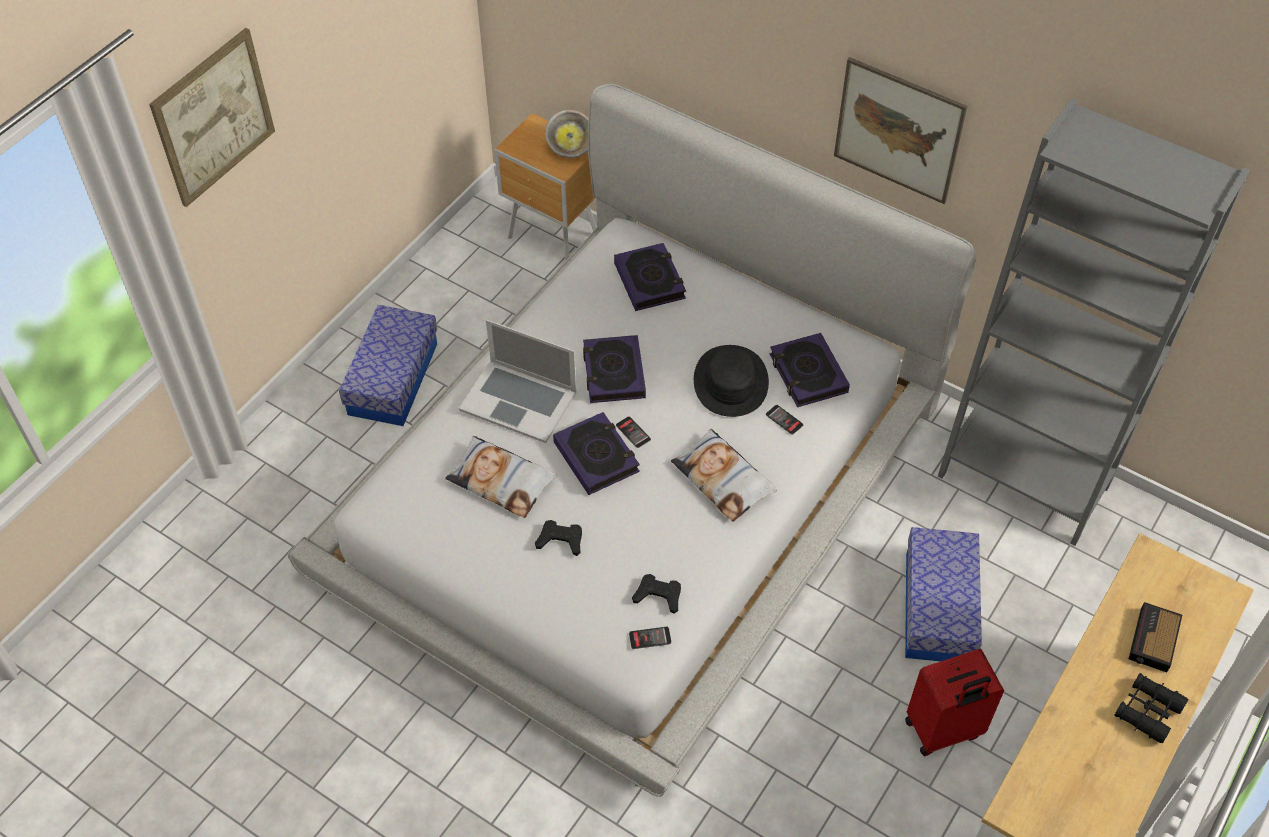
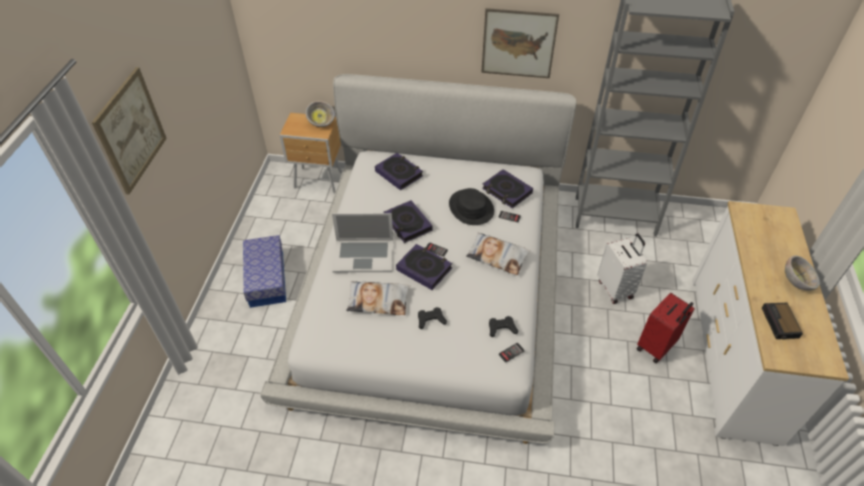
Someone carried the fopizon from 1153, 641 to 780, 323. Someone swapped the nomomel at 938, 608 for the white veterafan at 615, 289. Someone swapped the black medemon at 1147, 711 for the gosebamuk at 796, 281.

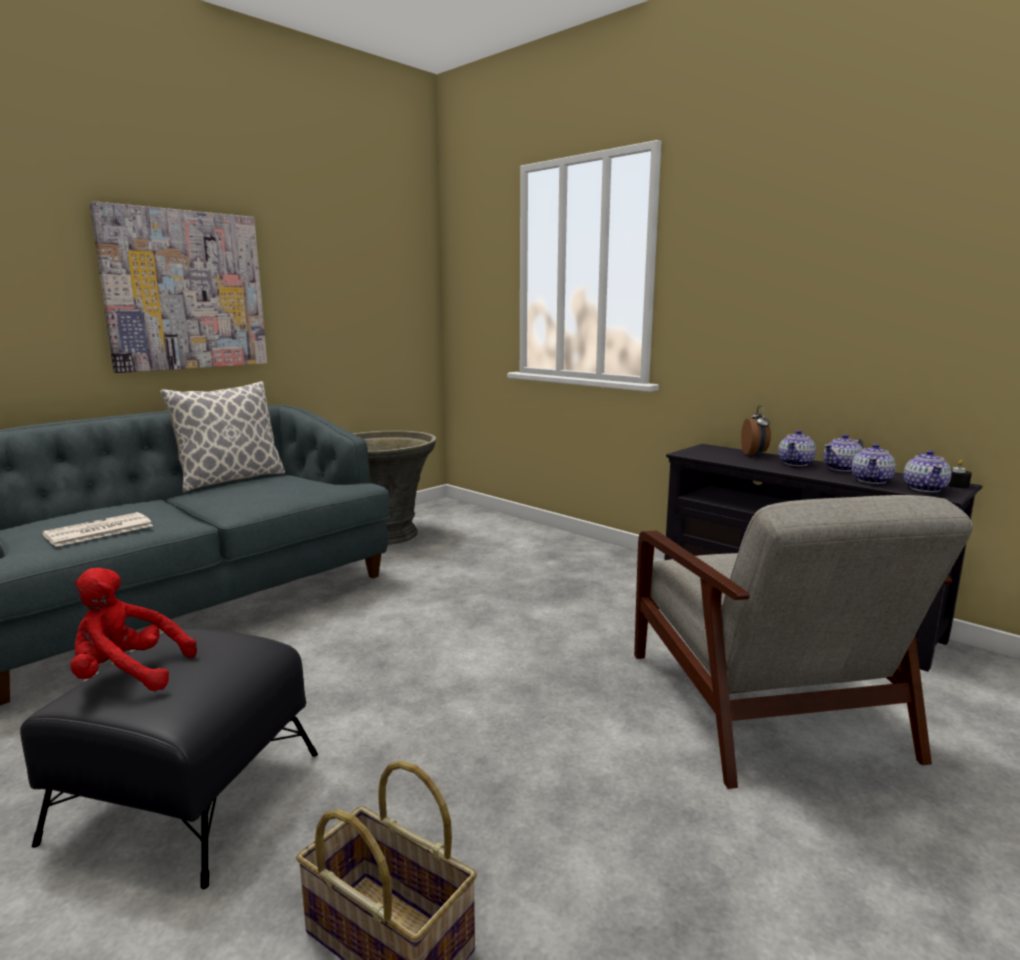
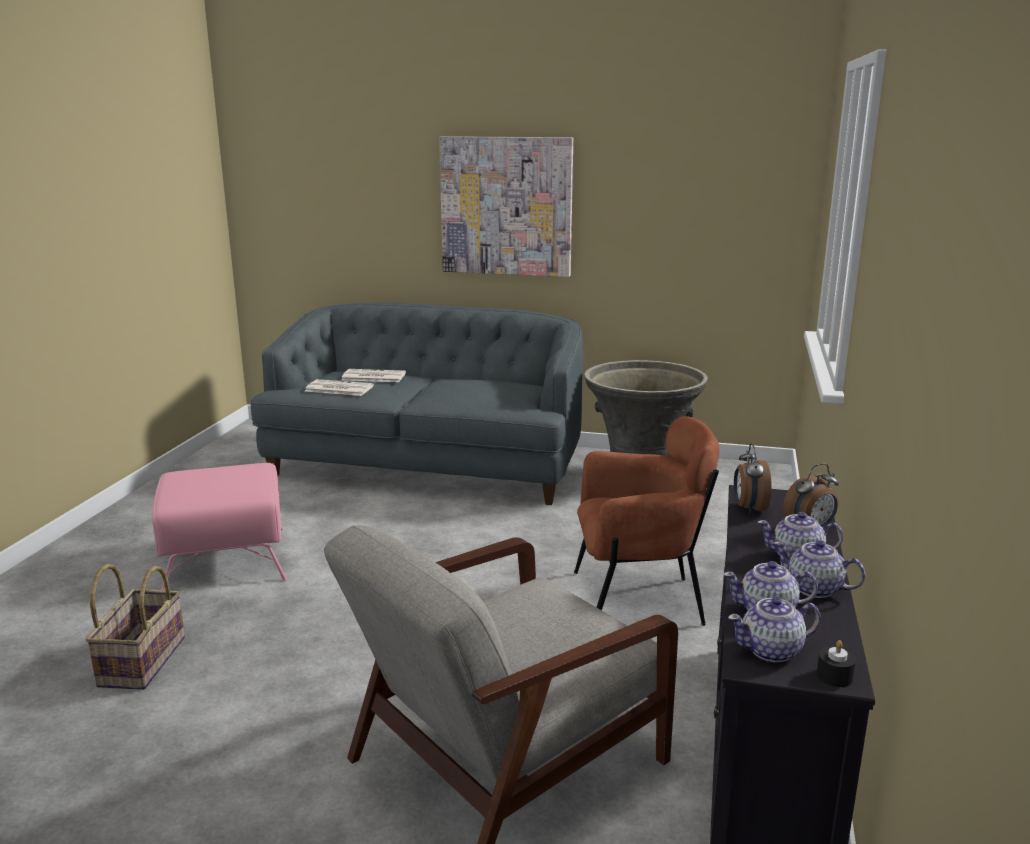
Someone took away the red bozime at 128, 675. Someone took away the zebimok at 230, 480. Someone put down the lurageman at 372, 377. Someone put down the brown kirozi at 637, 602. Someone put down the fopizon at 748, 508. Someone repainted the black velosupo at 190, 794, which became the pink velosupo at 227, 560.

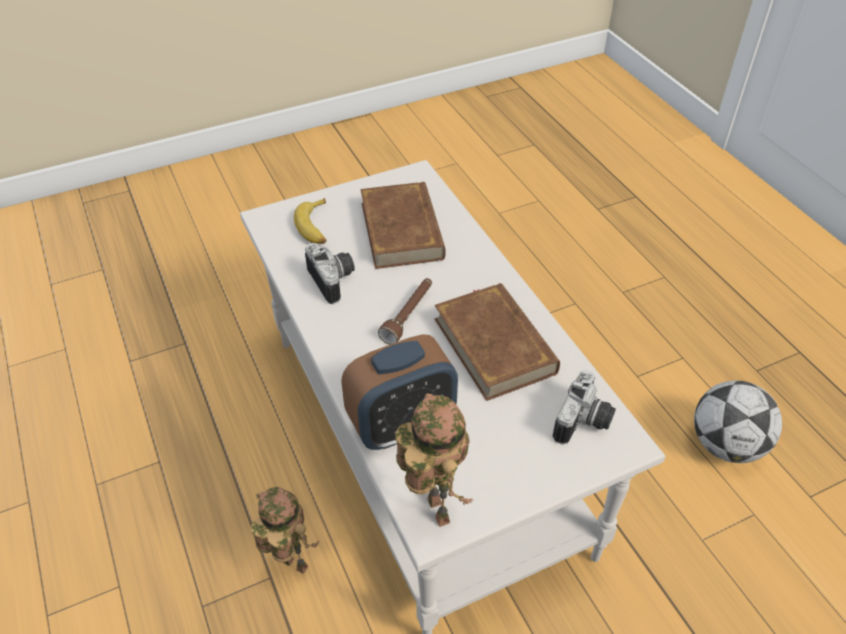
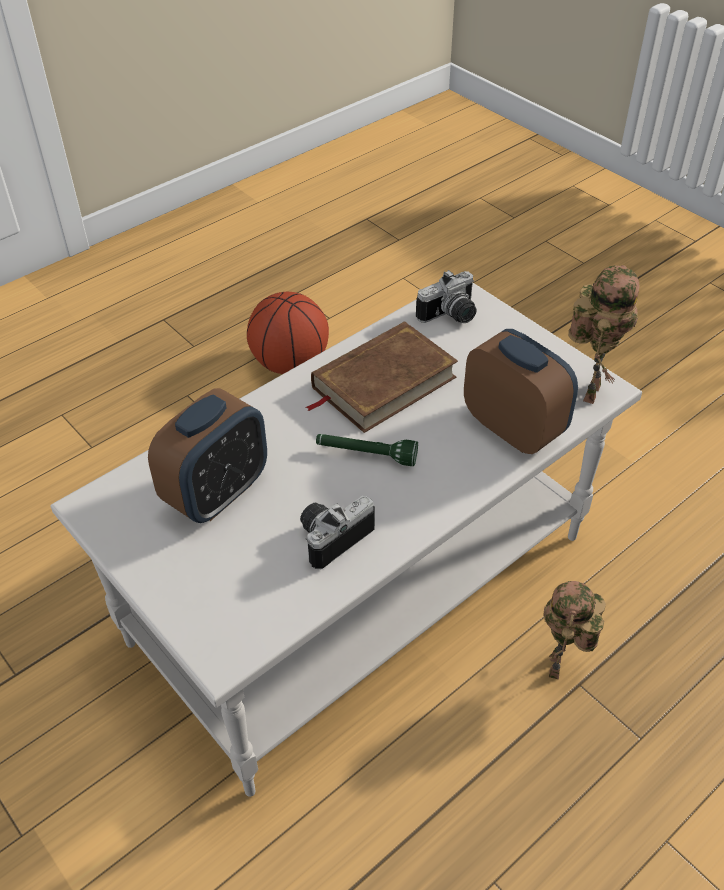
Someone took away the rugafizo at 315, 227. Someone swapped the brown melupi at 402, 230 for the fopizon at 217, 493. Someone swapped the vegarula at 725, 444 for the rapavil at 290, 364. Someone repainted the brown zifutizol at 408, 315, which became the green zifutizol at 366, 455. Someone rotated the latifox at 433, 510 by 150 degrees clockwise. Someone rotated the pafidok at 584, 423 by 135 degrees clockwise.

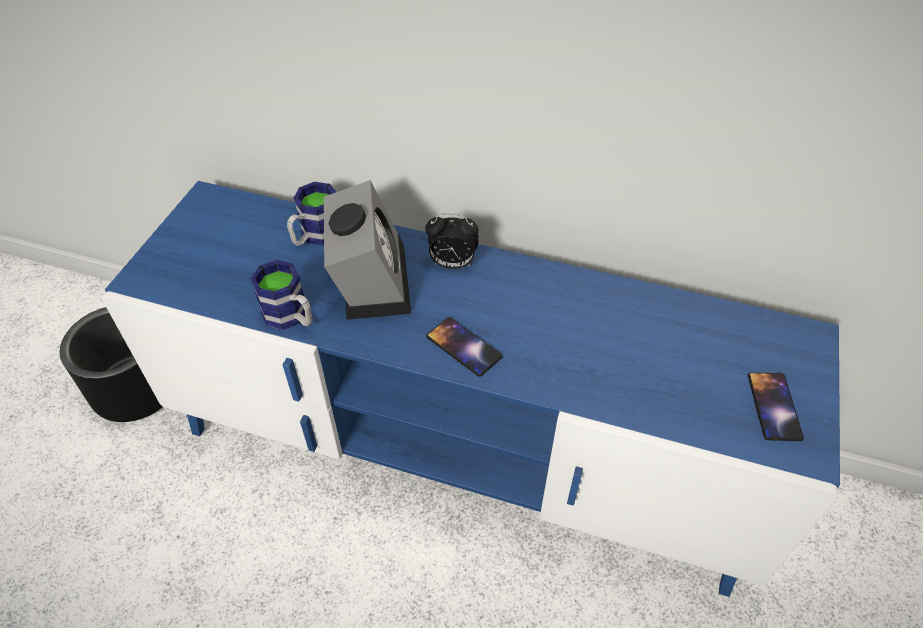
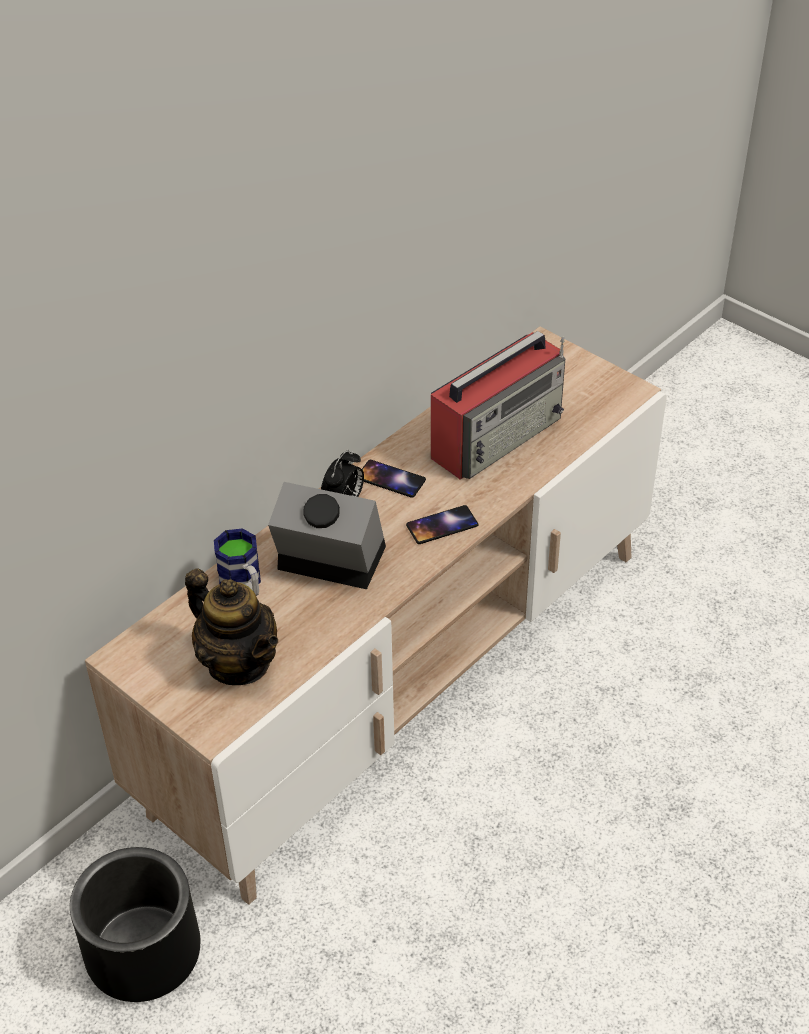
Someone took away the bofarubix at 291, 317. Someone put down the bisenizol at 238, 663. Someone put down the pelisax at 498, 436. Someone carried the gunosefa from 773, 406 to 391, 479. Someone repainted the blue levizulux at 461, 450, which became the beige levizulux at 406, 677.

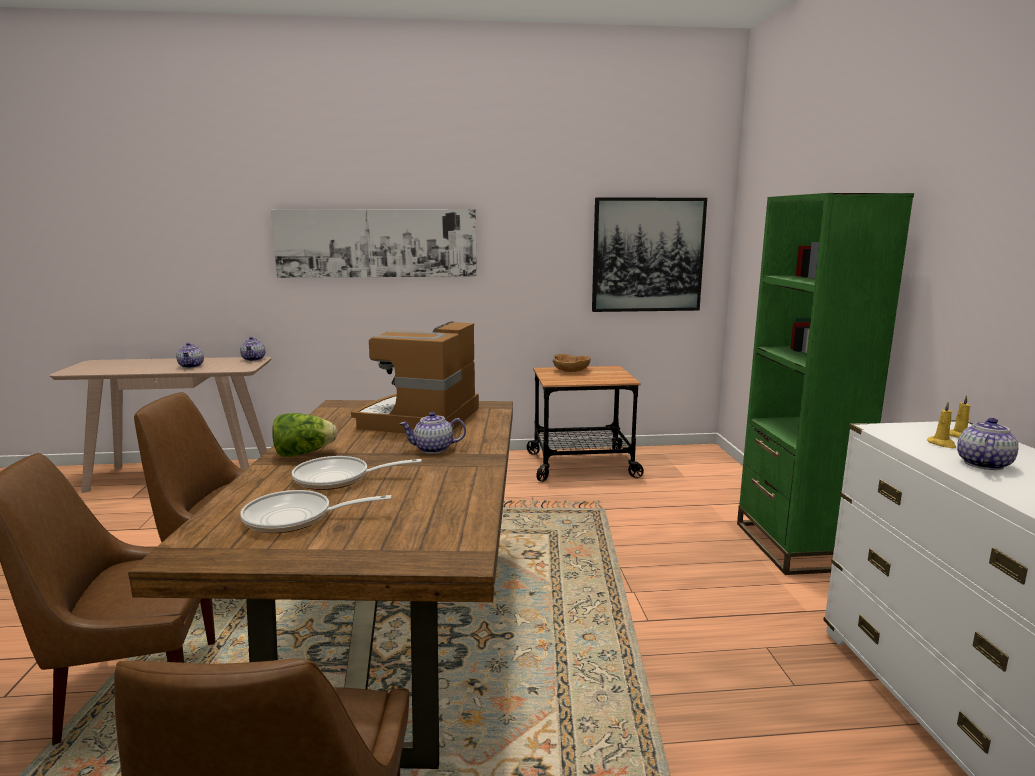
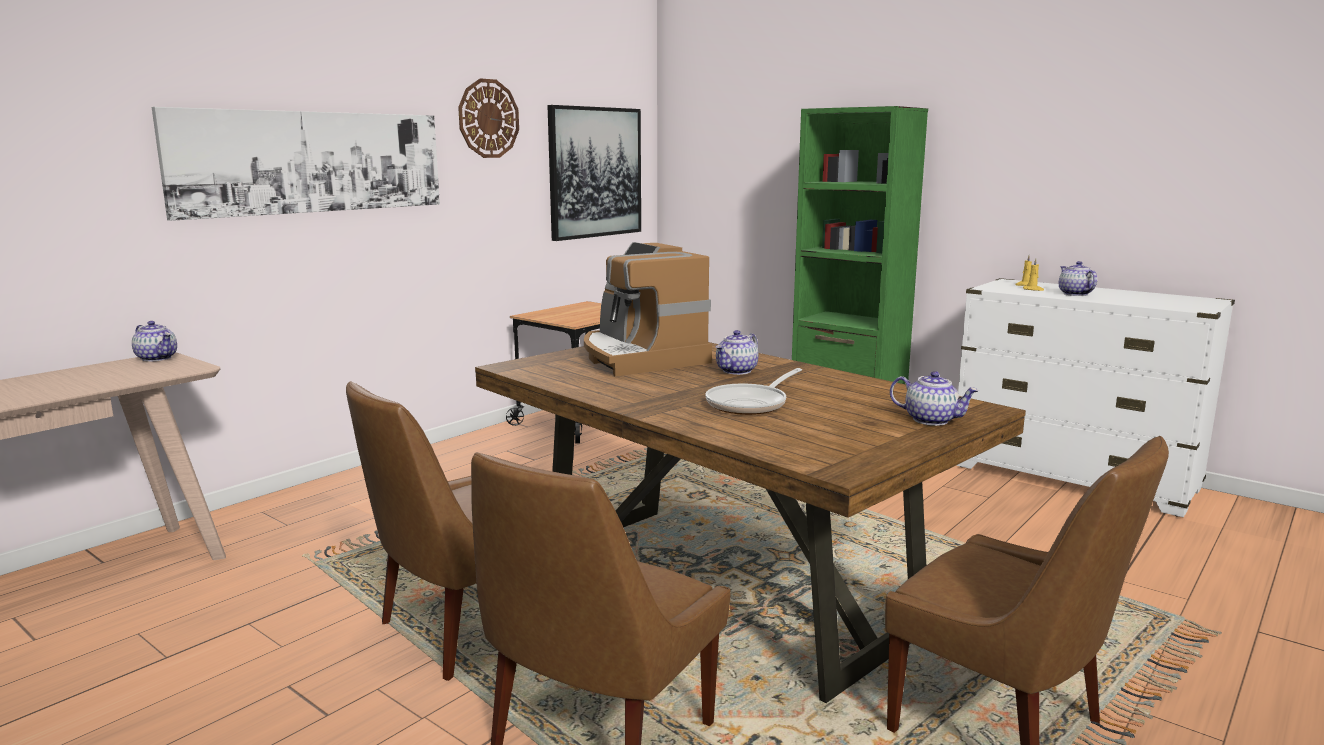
Someone took away the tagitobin at 295, 518. Someone took away the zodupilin at 303, 454. Someone took away the brown gosebamuk at 571, 370. Someone put up the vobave at 488, 118. Someone carried the bisenizol from 191, 366 to 931, 420.

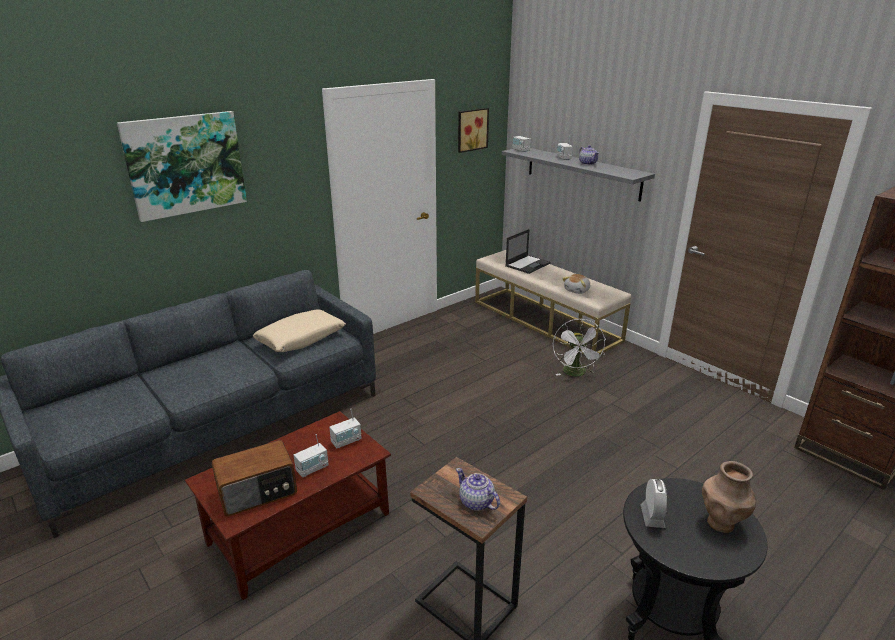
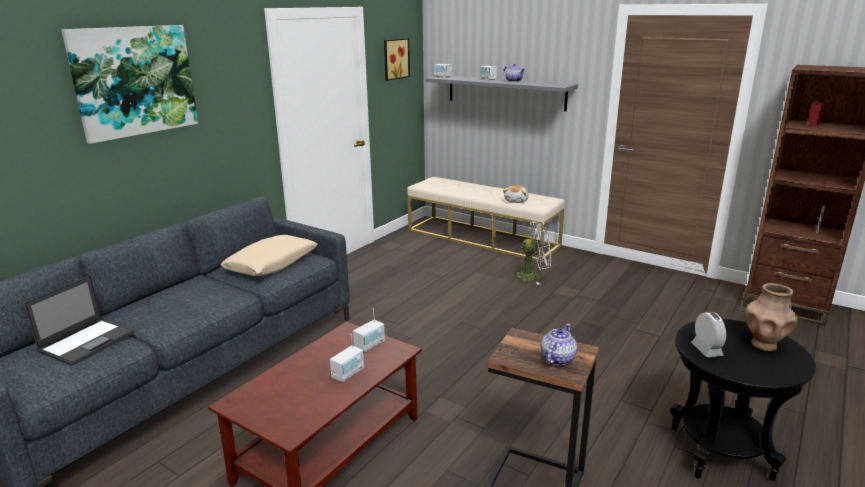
Someone took away the pelisax at 258, 493. Someone carried the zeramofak from 528, 264 to 88, 341. Someone rotated the bisenizol at 476, 502 by 90 degrees clockwise. Someone rotated the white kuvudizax at 576, 374 by 75 degrees counterclockwise.

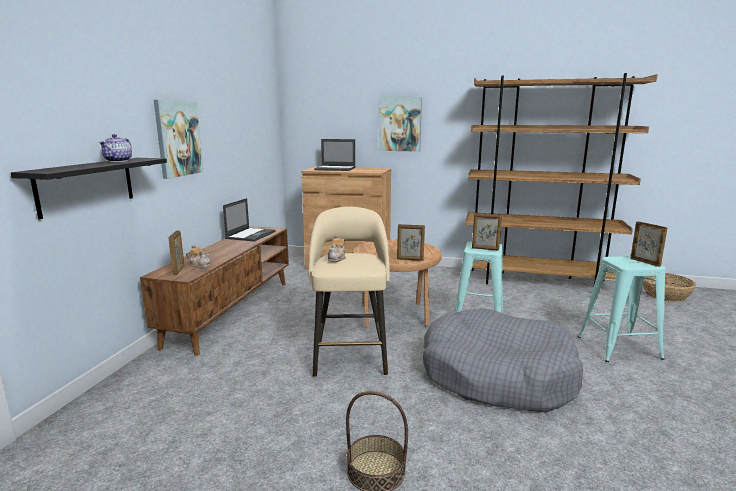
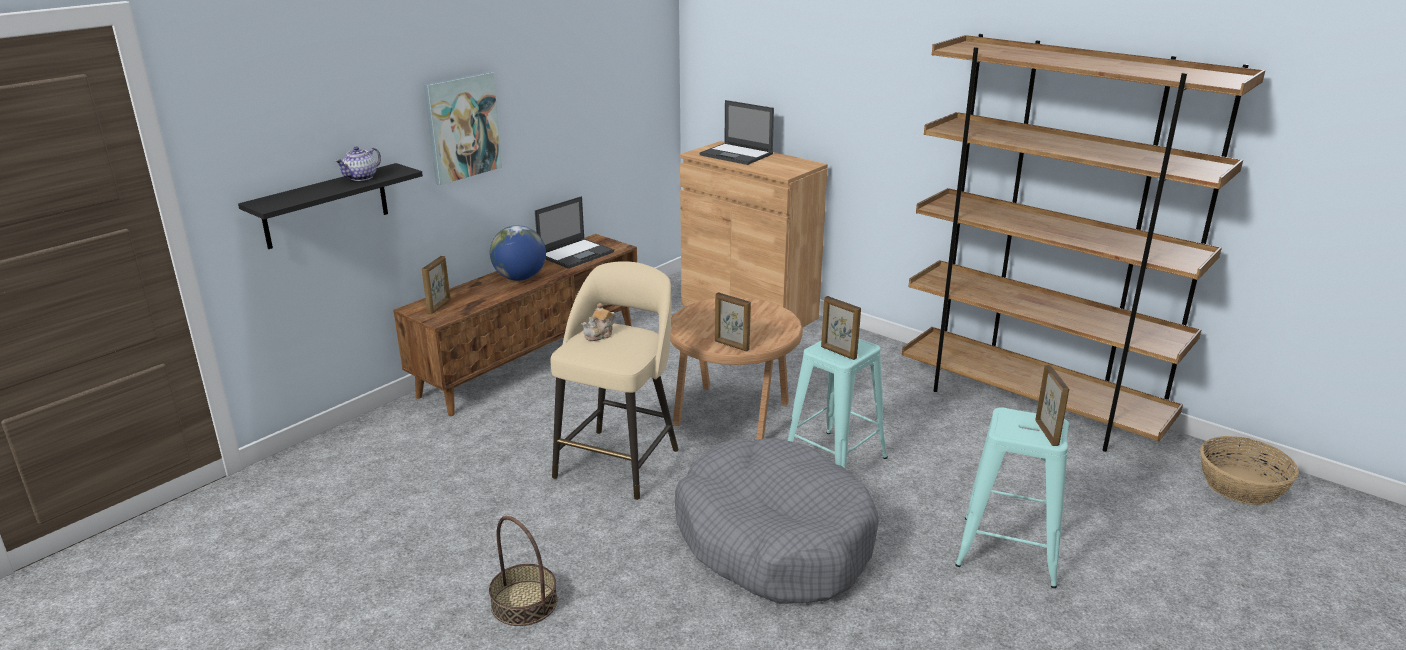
Someone took away the bisenizol at 200, 265. Someone took away the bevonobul at 400, 124. Someone put down the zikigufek at 520, 278.

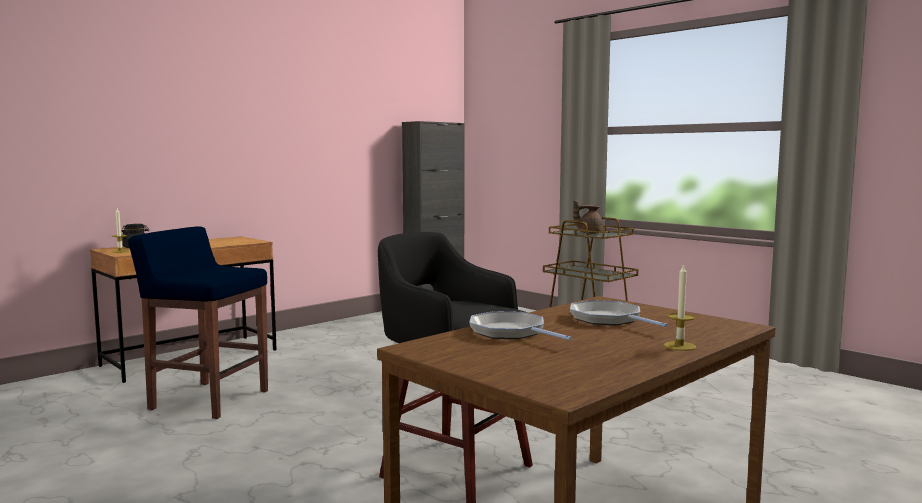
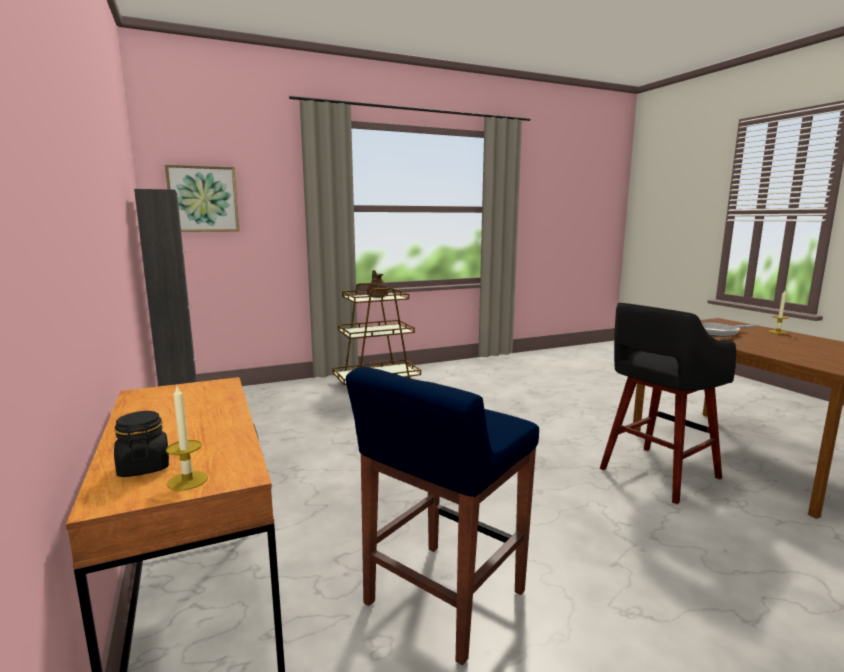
Someone took away the tagitobin at 510, 332. Someone put up the bevonobul at 203, 199.

